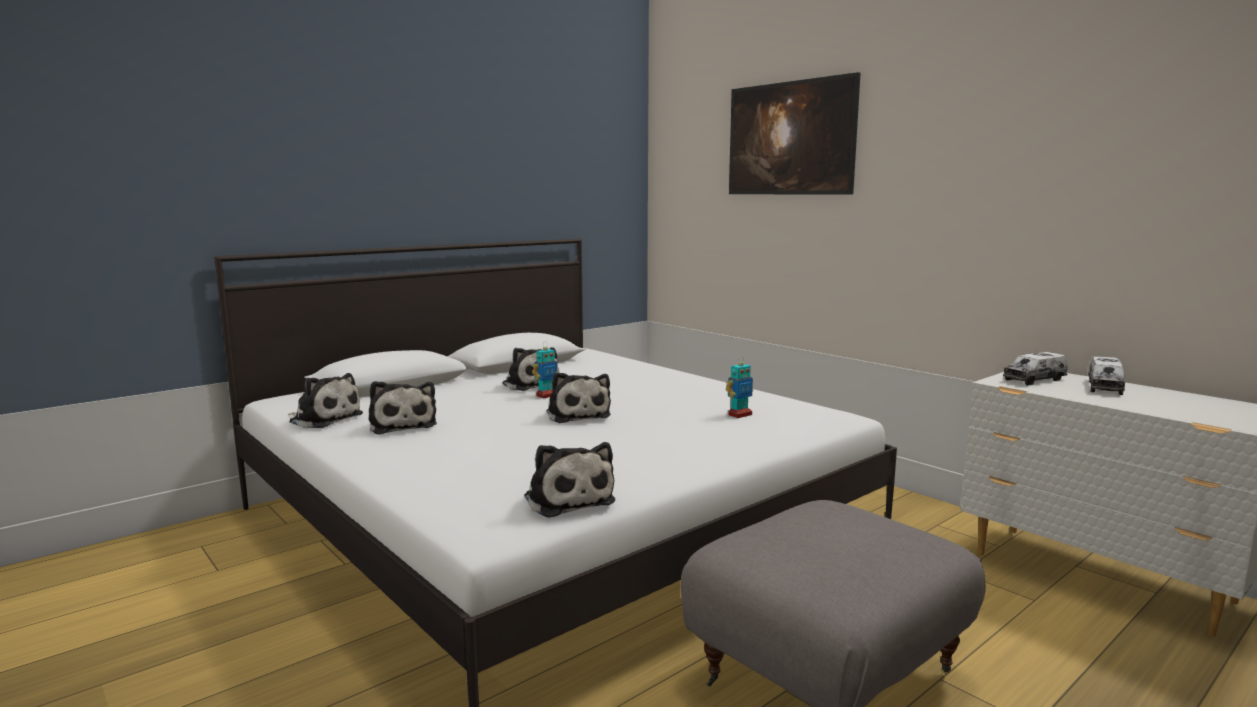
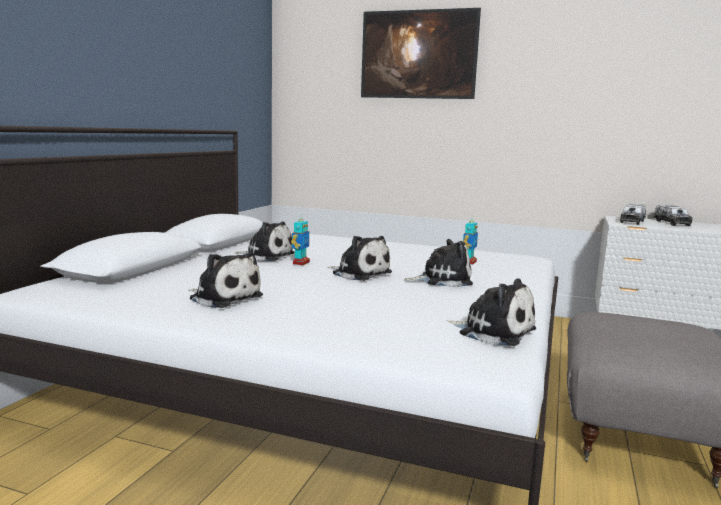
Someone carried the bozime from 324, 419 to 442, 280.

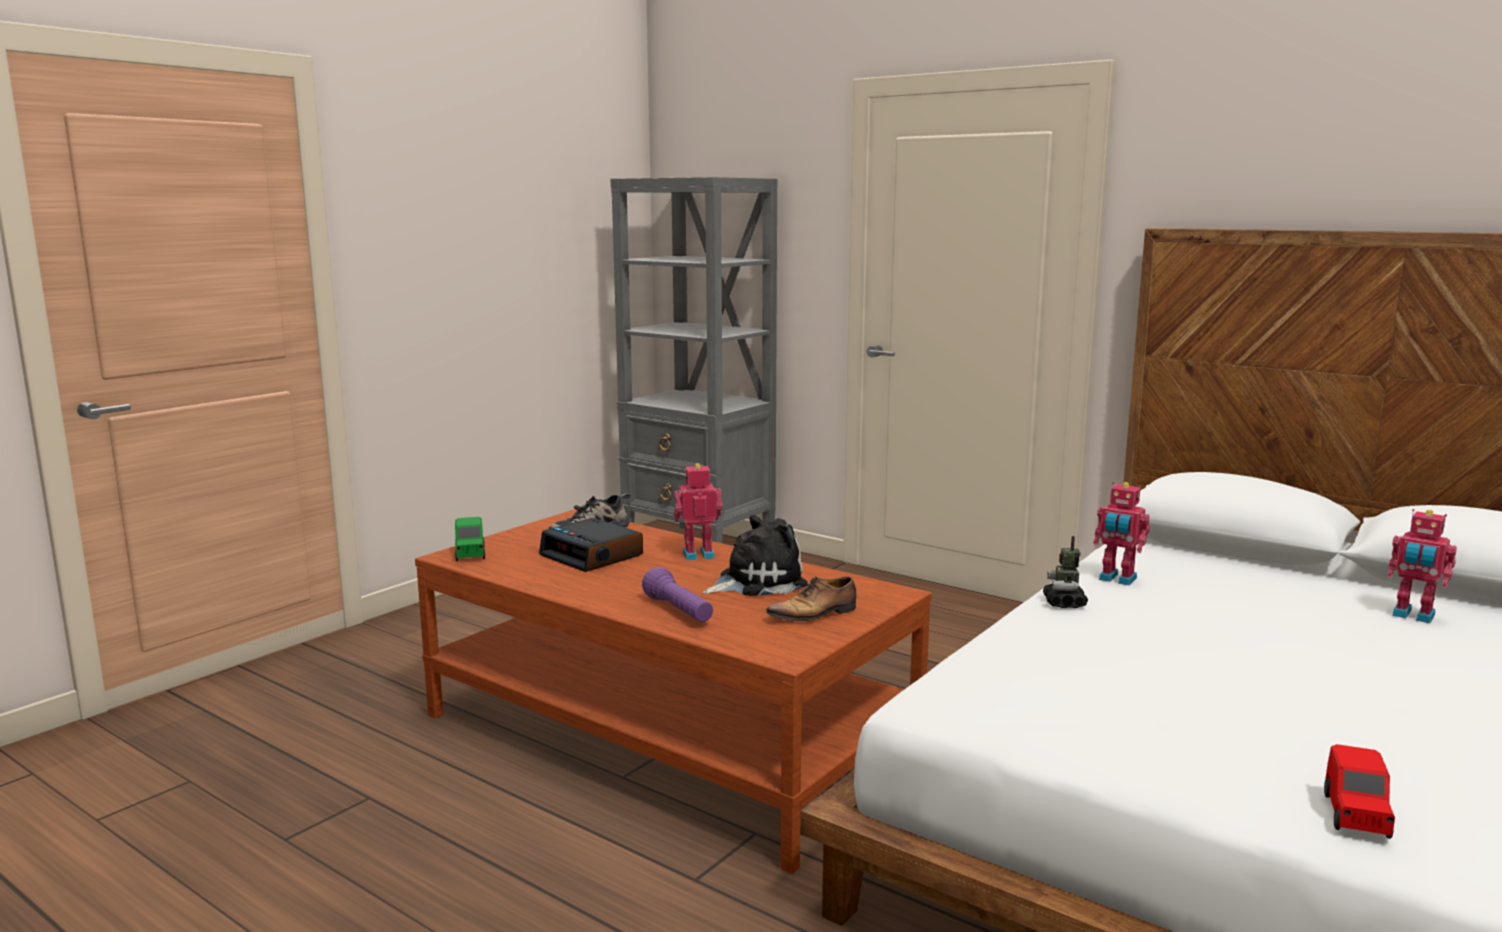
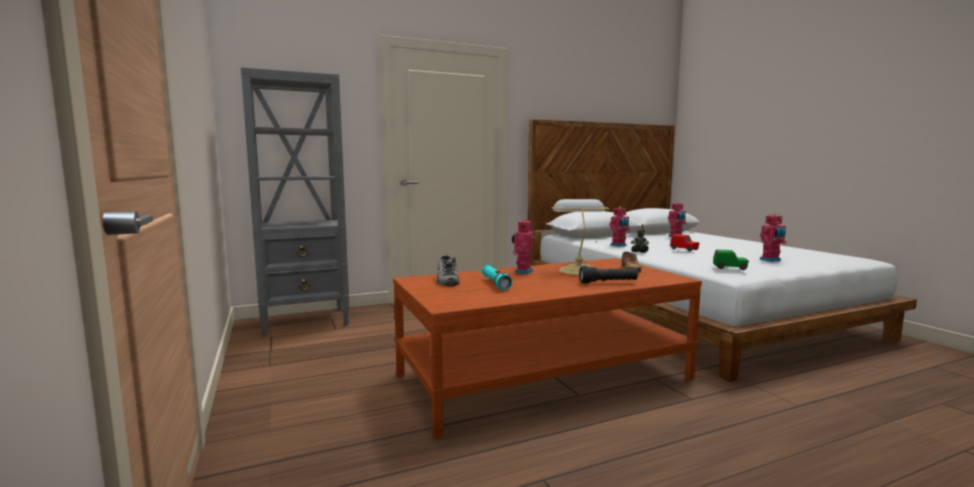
Someone put down the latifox at 771, 260. Someone carried the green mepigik from 470, 554 to 730, 268. Someone carried the red mepigik from 1356, 816 to 684, 249. Someone swapped the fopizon at 593, 555 for the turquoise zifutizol at 496, 284. Someone swapped the bozime at 757, 582 for the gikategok at 578, 270. Someone repainted the purple zifutizol at 679, 611, which became the black zifutizol at 608, 283.

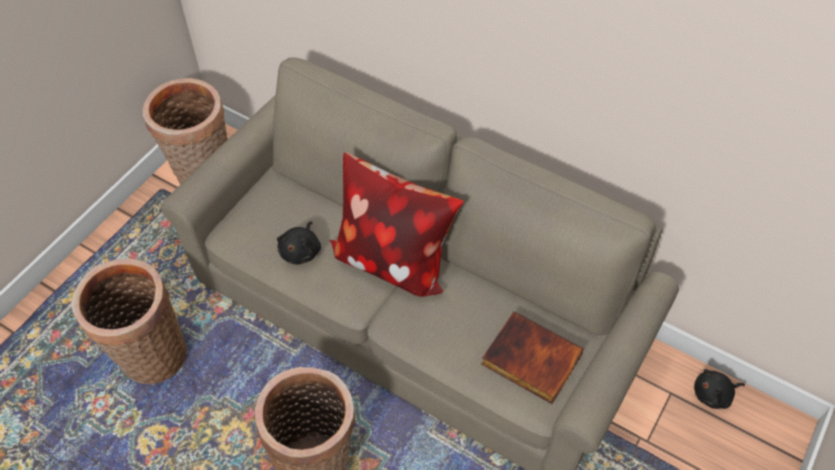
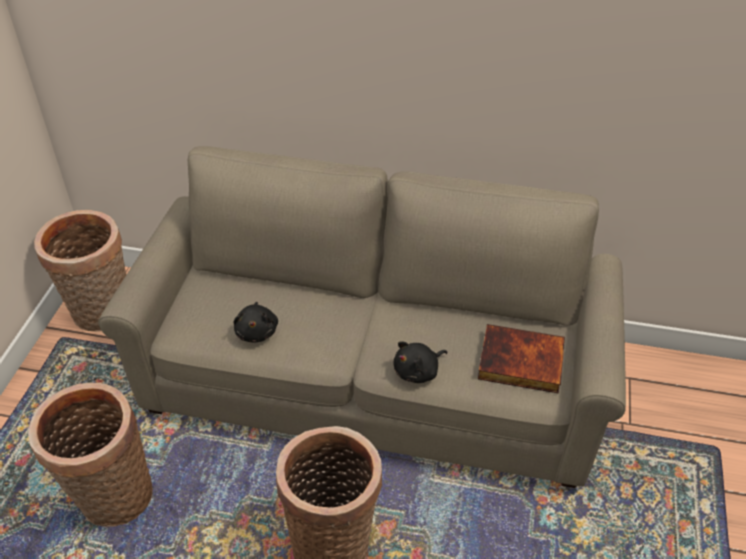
Someone took away the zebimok at 392, 259. Someone carried the black bozime from 713, 395 to 418, 371.

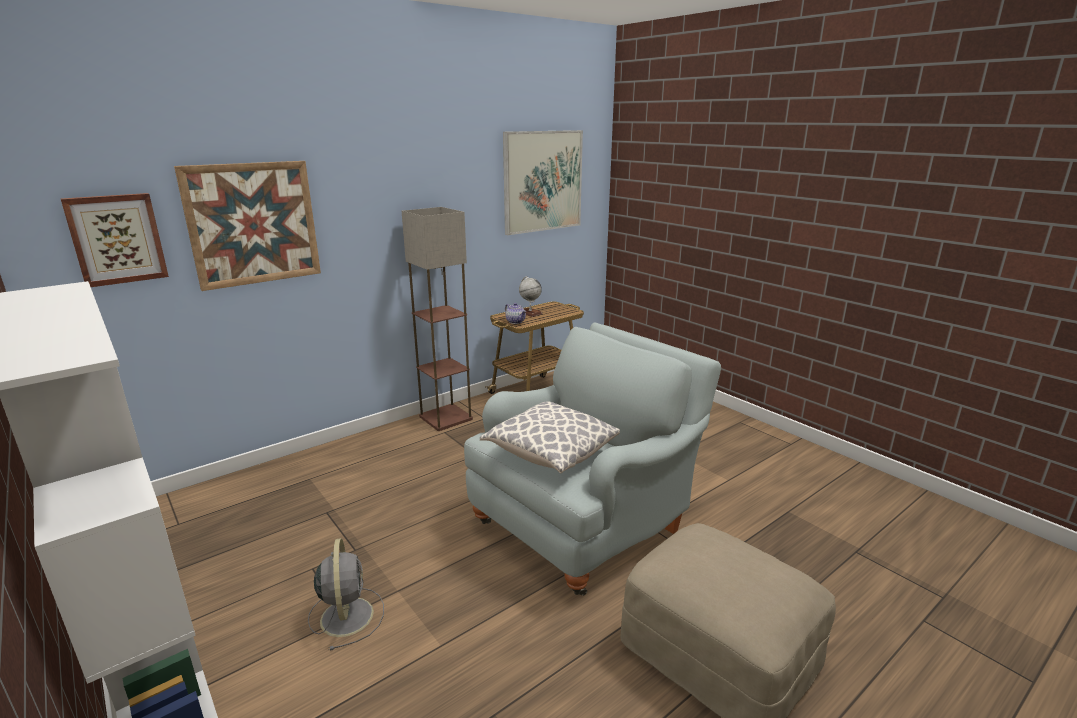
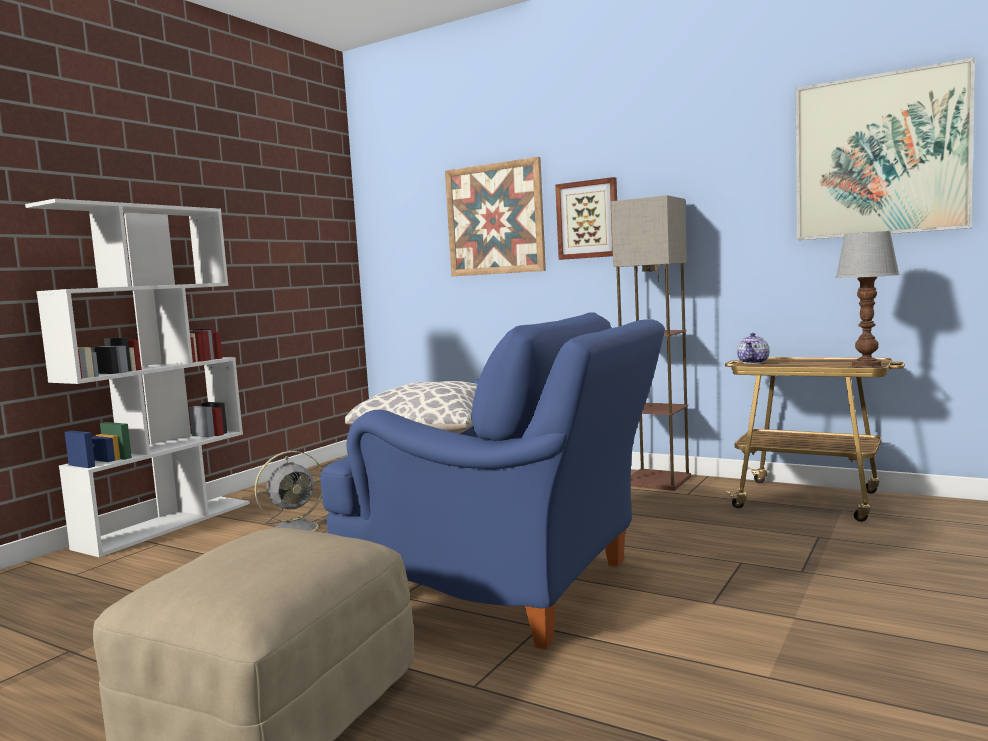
Someone took away the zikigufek at 530, 313. Someone put down the gikategok at 866, 365. Someone carried the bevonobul from 117, 239 to 588, 219. Someone repainted the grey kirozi at 586, 523, which became the blue kirozi at 509, 587.

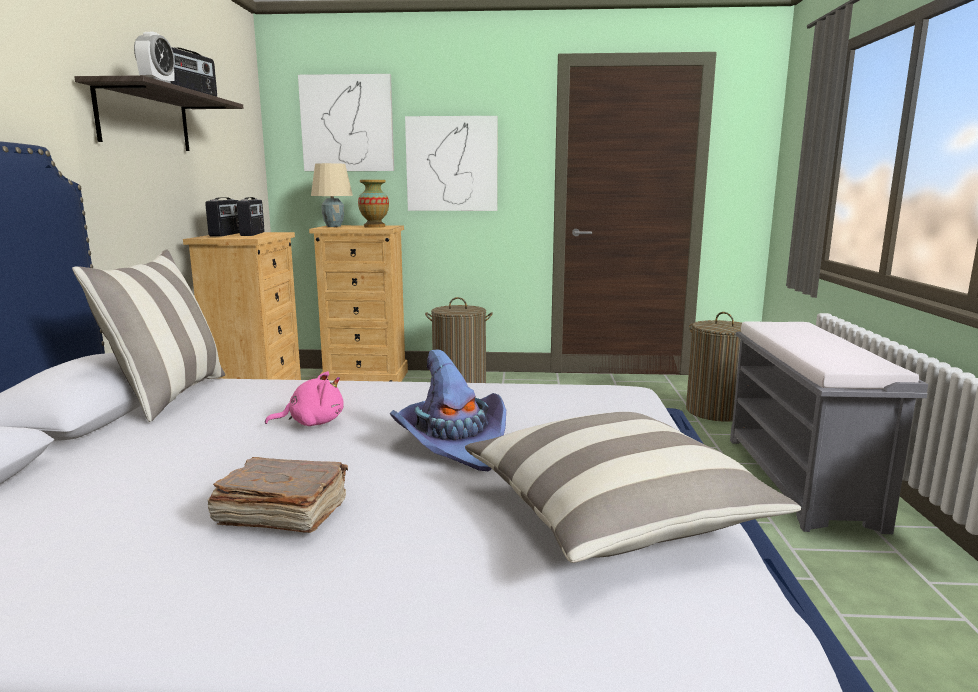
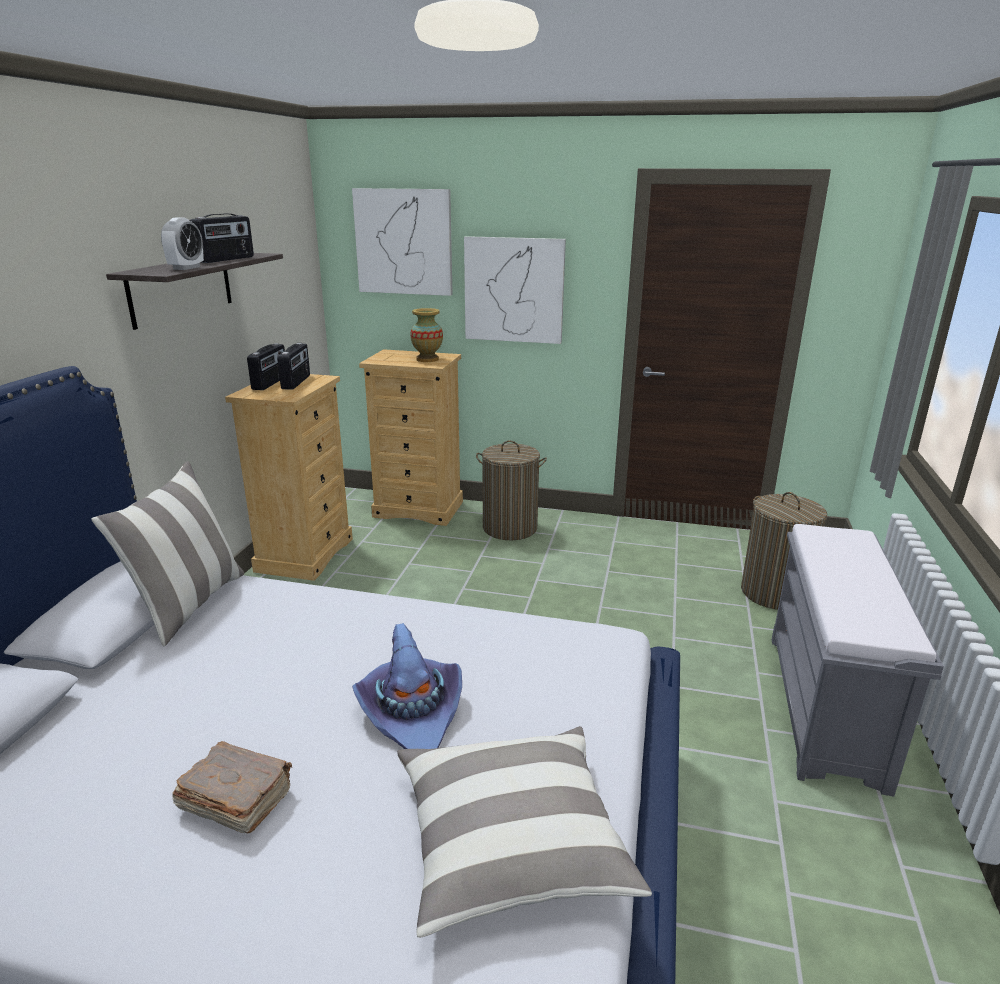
Someone took away the pink bozime at 312, 423. Someone took away the beige gikategok at 333, 226.

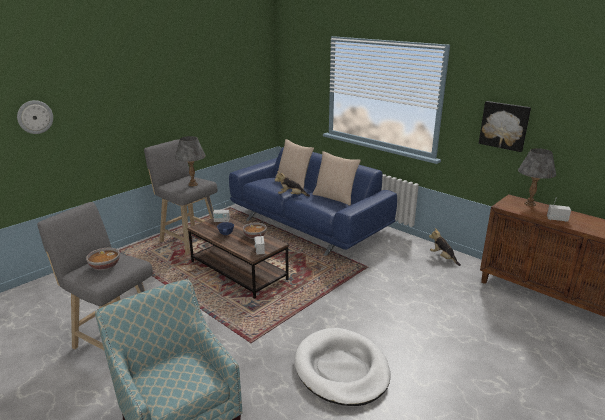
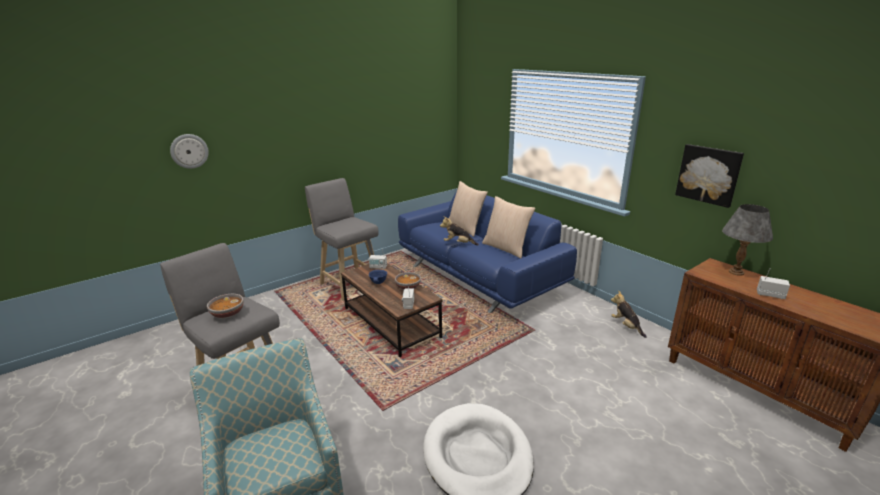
Someone took away the grey gikategok at 193, 184.

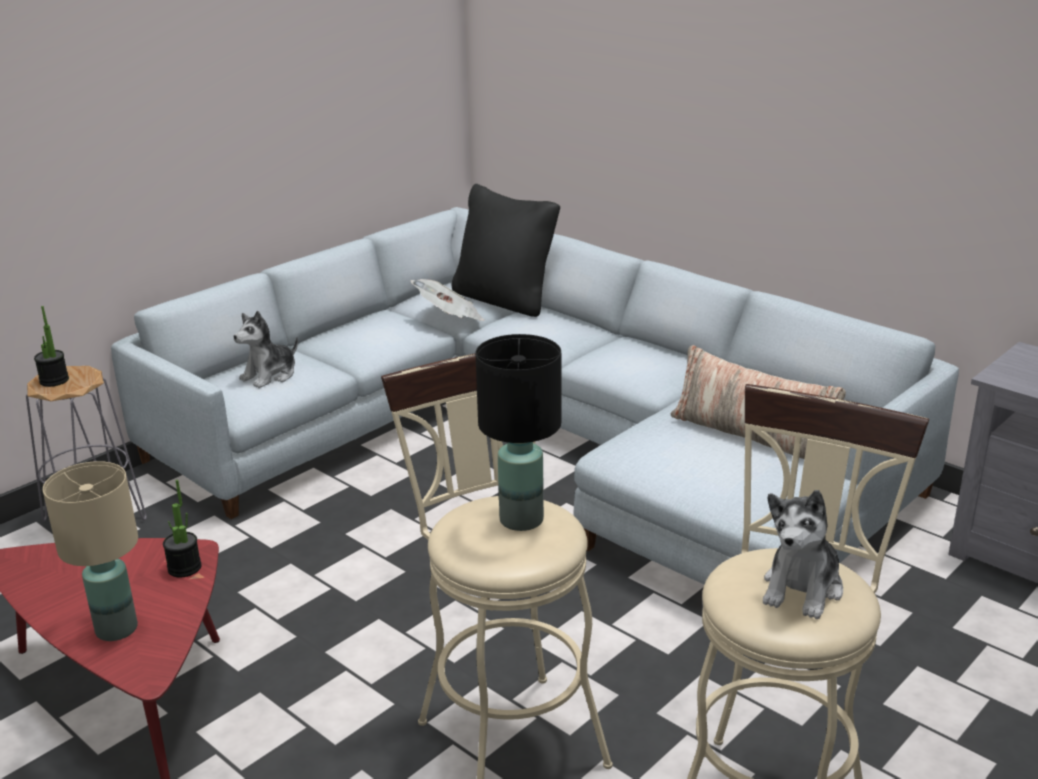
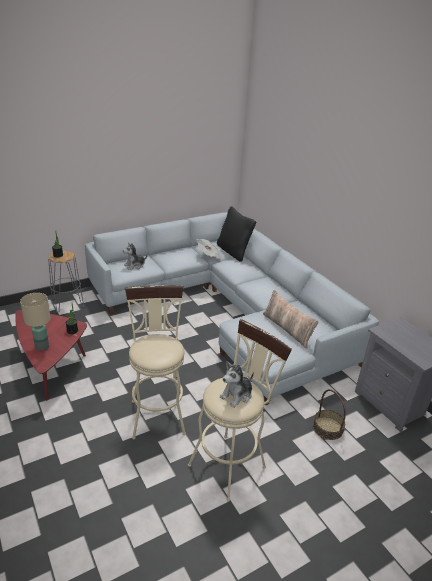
Someone took away the black gikategok at 522, 519. Someone put down the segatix at 327, 428.

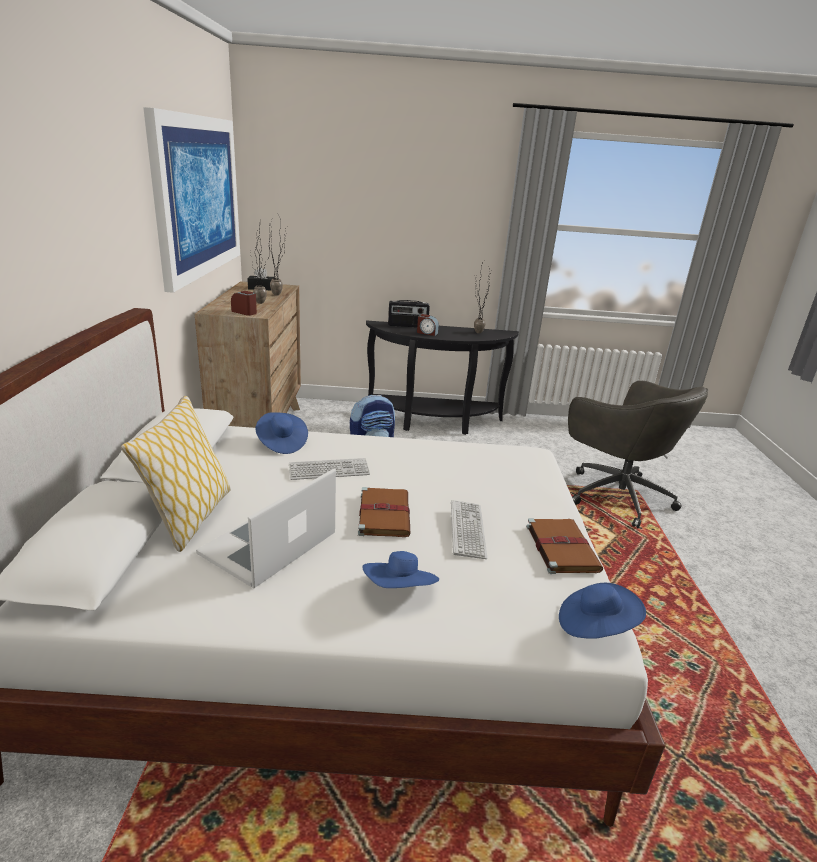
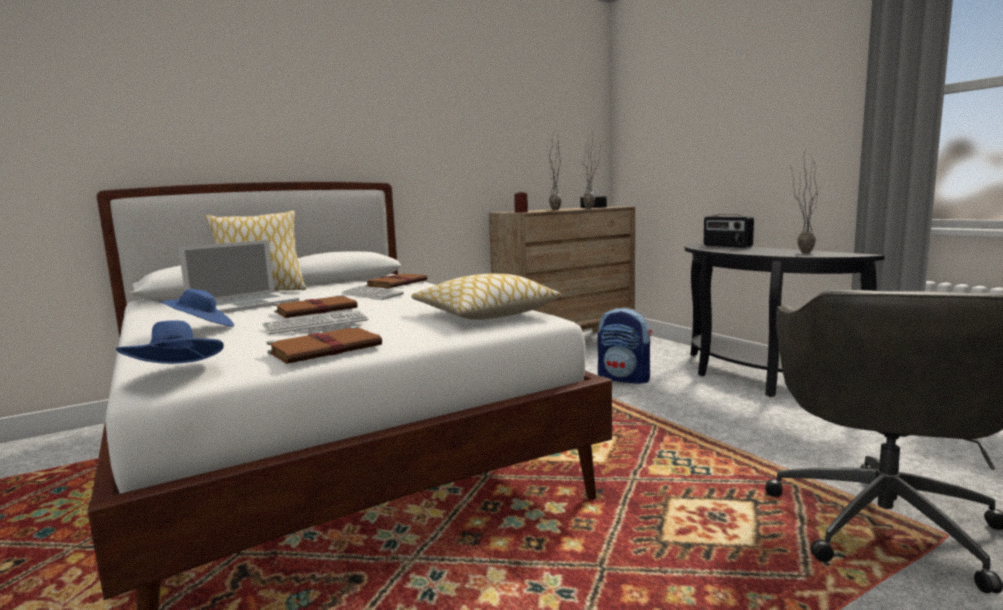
Someone took away the bevonobul at 198, 196. Someone took away the fopizon at 427, 333. Someone put down the zebimok at 484, 314. Someone swapped the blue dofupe at 281, 443 for the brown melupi at 397, 283. Someone rotated the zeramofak at 269, 543 by 135 degrees clockwise.

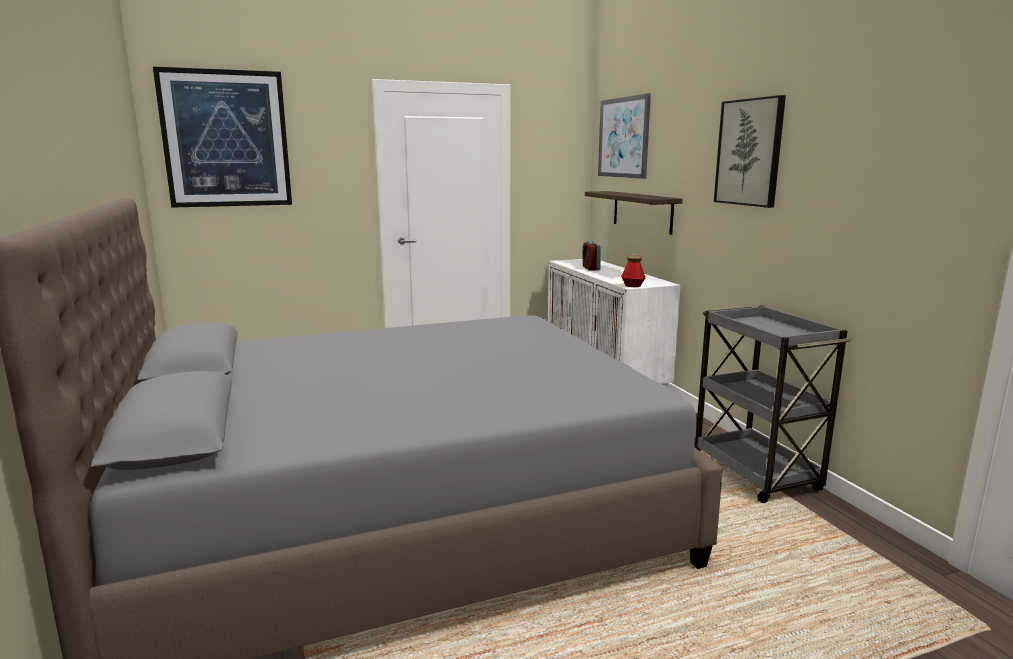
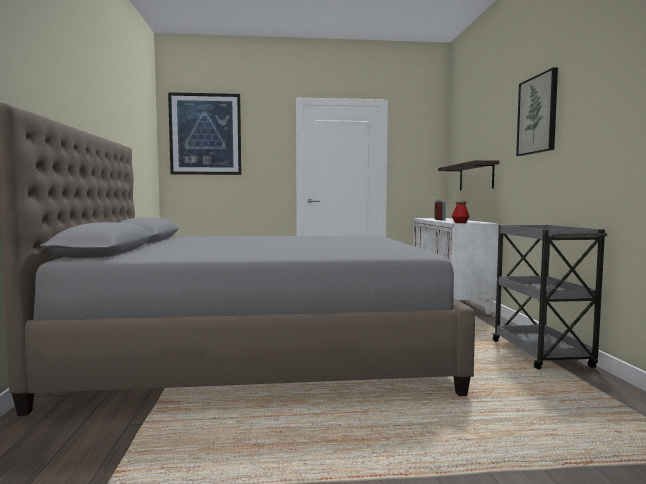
Someone took away the bevonobul at 623, 137.

